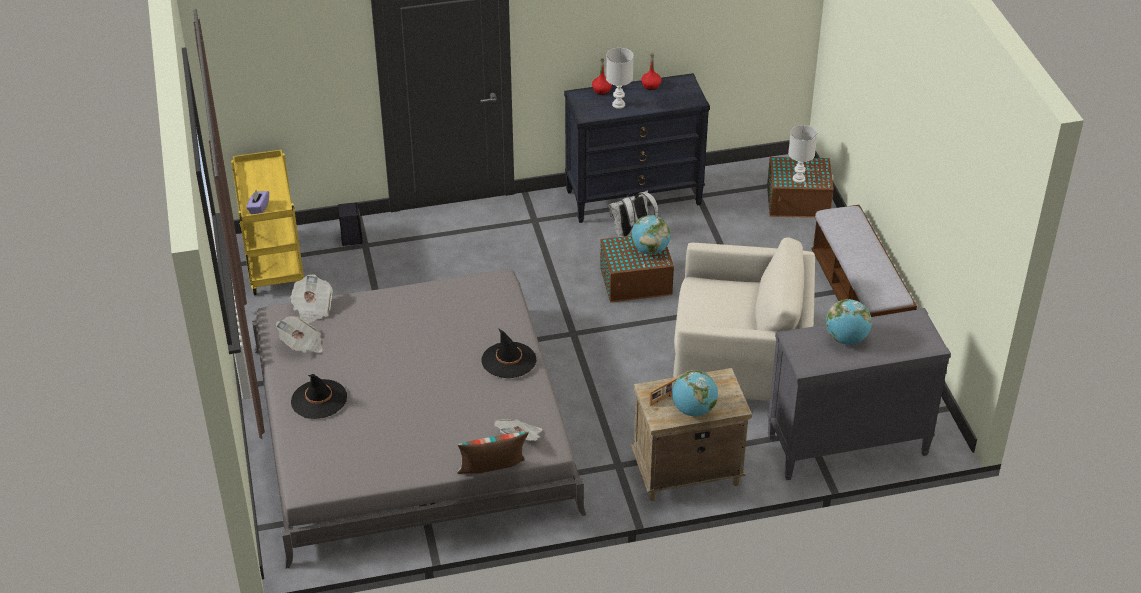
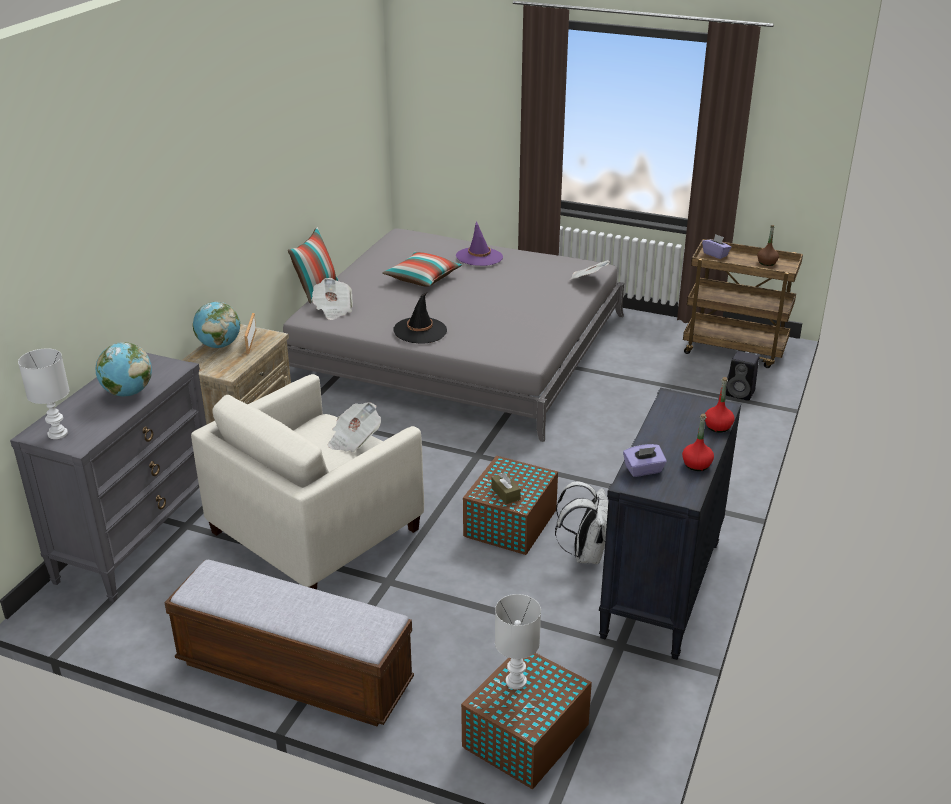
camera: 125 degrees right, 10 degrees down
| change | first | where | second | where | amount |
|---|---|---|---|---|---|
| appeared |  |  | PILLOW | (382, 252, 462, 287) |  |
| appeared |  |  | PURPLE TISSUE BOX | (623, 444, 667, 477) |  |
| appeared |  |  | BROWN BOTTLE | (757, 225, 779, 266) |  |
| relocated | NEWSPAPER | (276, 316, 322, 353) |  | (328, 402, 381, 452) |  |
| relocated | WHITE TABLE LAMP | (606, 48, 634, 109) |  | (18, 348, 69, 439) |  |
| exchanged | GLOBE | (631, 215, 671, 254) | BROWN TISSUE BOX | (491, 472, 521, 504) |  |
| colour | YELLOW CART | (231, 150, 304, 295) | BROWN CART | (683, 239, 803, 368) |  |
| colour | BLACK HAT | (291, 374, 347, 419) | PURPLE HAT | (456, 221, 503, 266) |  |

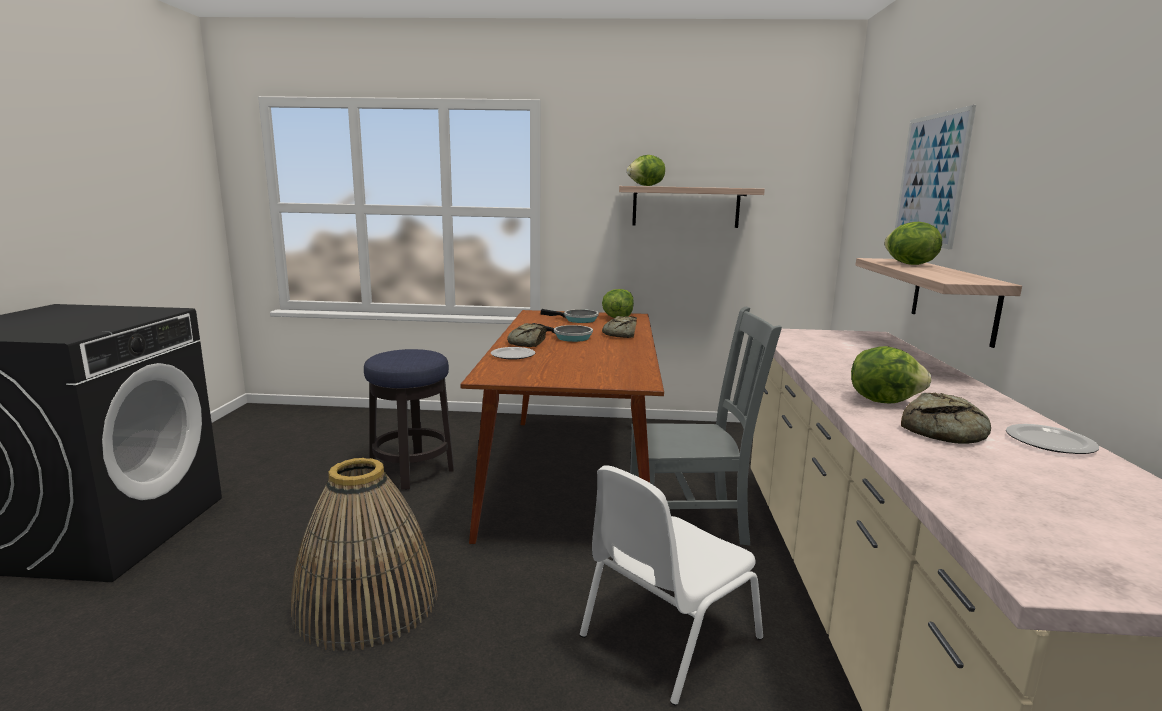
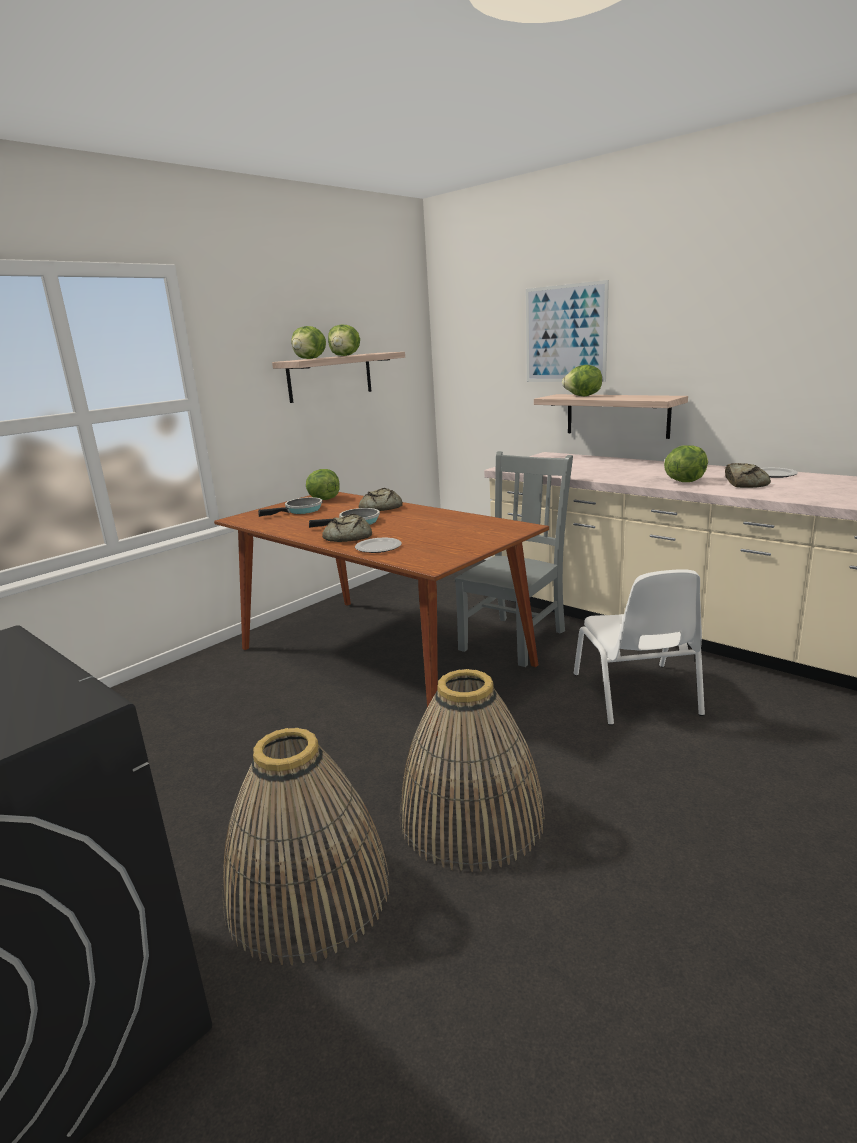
camera: 50 degrees left, 5 degrees up
| change | first | where | second | where | amount |
|---|---|---|---|---|---|
| missing | STOOL | (364, 349, 454, 490) |  |  |  |
| appeared |  |  | BASKET | (223, 728, 389, 965) |  |
| appeared |  |  | LETTUCE | (328, 324, 360, 356) |  |

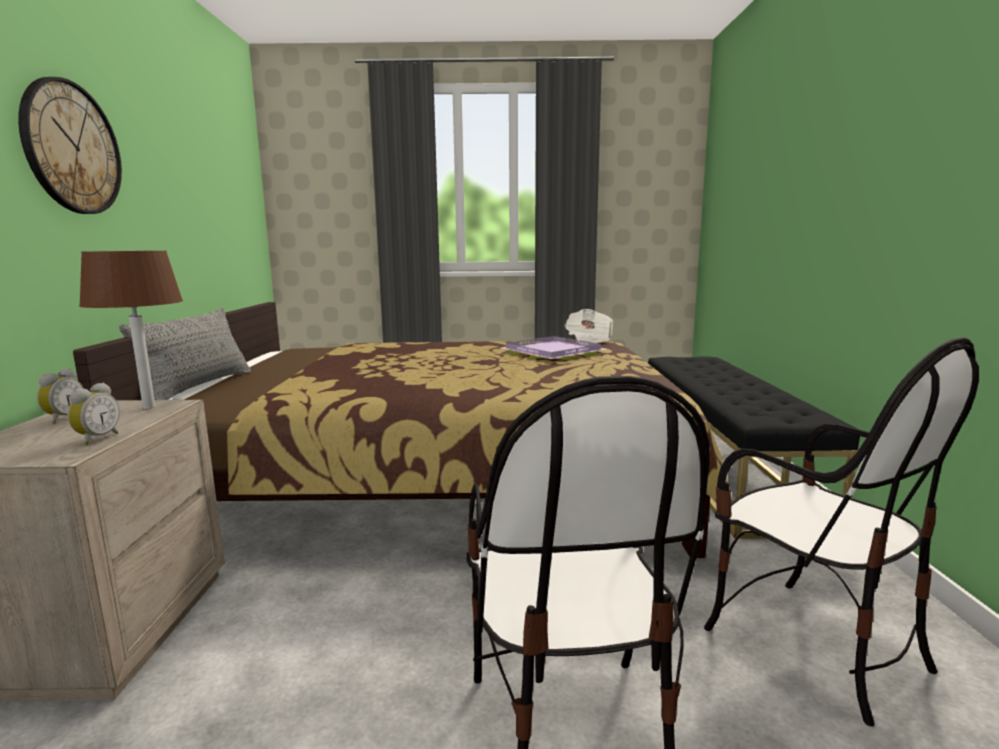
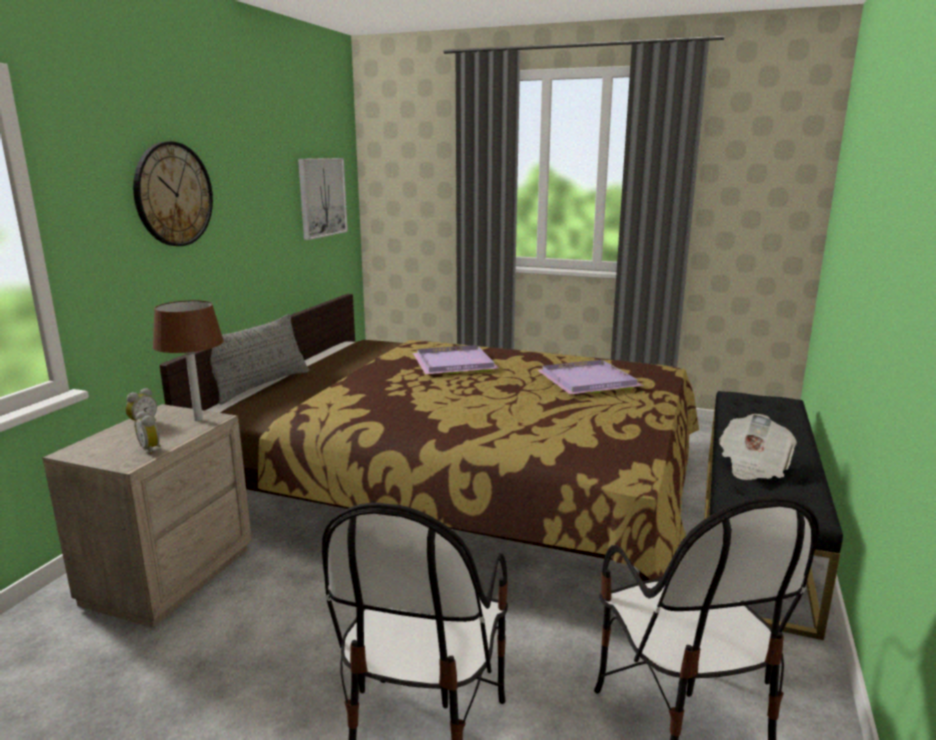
camera: 20 degrees right, 5 degrees up
| change | first | where | second | where | amount |
|---|---|---|---|---|---|
| appeared |  |  | PICTURE | (298, 158, 348, 240) |  |
| appeared |  |  | PURPLE TRAY | (413, 345, 500, 374) |  |
| relocated | NEWSPAPER | (565, 309, 613, 345) |  | (719, 414, 797, 480) |  |
| spun | ALARM CLOCK | (68, 383, 120, 445) |  | (135, 411, 161, 454) | 105 degrees clockwise |

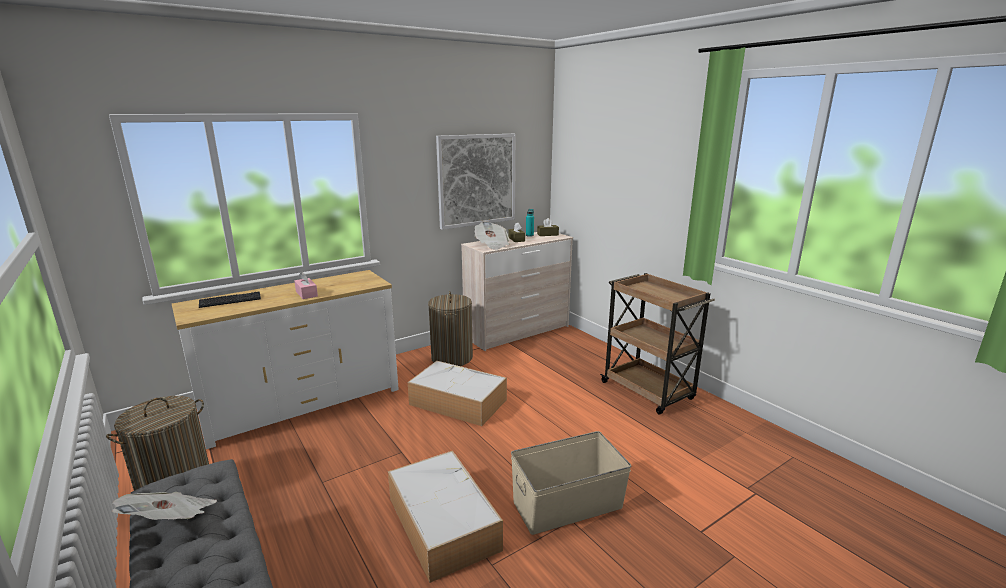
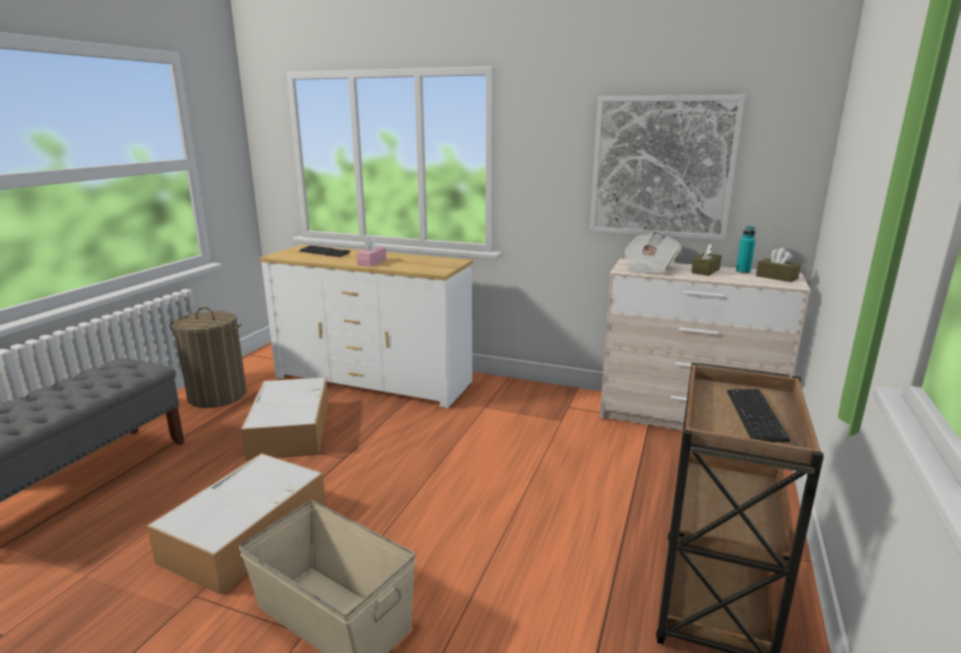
camera: 55 degrees right, 0 degrees up
| change | first | where | second | where | amount |
|---|---|---|---|---|---|
| missing | NEWSPAPER | (111, 492, 217, 520) |  |  |  |
| missing | LAUNDRY BASKET | (428, 291, 473, 366) |  |  |  |
| appeared |  |  | KEYBOARD | (727, 389, 791, 442) |  |
| relocated | STORAGE BOX | (408, 361, 507, 426) |  | (241, 377, 329, 460) |  |

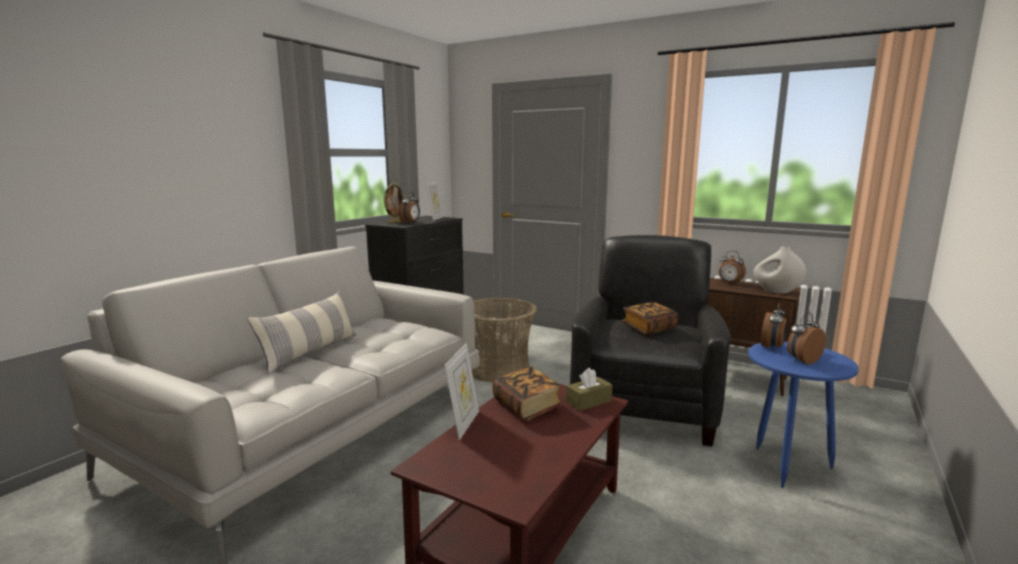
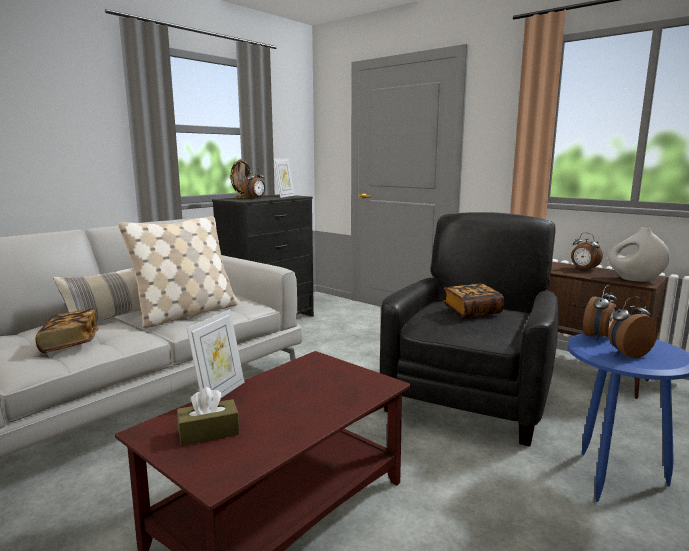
camera: 10 degrees right, 0 degrees up
| change | first | where | second | where | amount |
|---|---|---|---|---|---|
| missing | BASKET | (472, 298, 537, 383) |  |  |  |
| appeared |  |  | BEIGE PILLOW | (118, 216, 238, 328) |  |
| relocated | BOOK | (493, 367, 563, 421) |  | (35, 309, 98, 353) |  |
| relocated | BROWN TISSUE BOX | (566, 368, 613, 411) |  | (177, 387, 240, 446) |  |

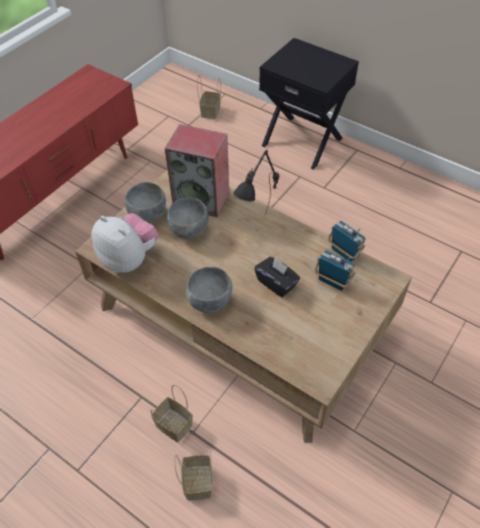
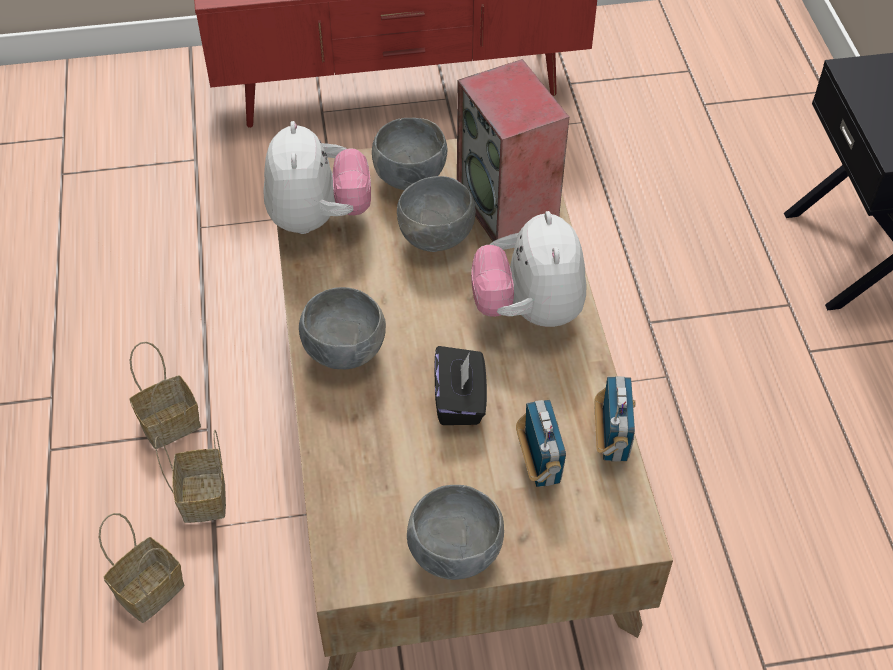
camera: 45 degrees right, 0 degrees up
| change | first | where | second | where | amount |
|---|---|---|---|---|---|
| appeared |  |  | GREY BOWL | (407, 485, 504, 580) |  |
| relocated | BASKET | (197, 75, 221, 119) |  | (129, 342, 201, 449) |  |
| exchanged | BLACK TABLE LAMP | (233, 150, 279, 215) | PLUSH TOY | (471, 211, 586, 327) |  |

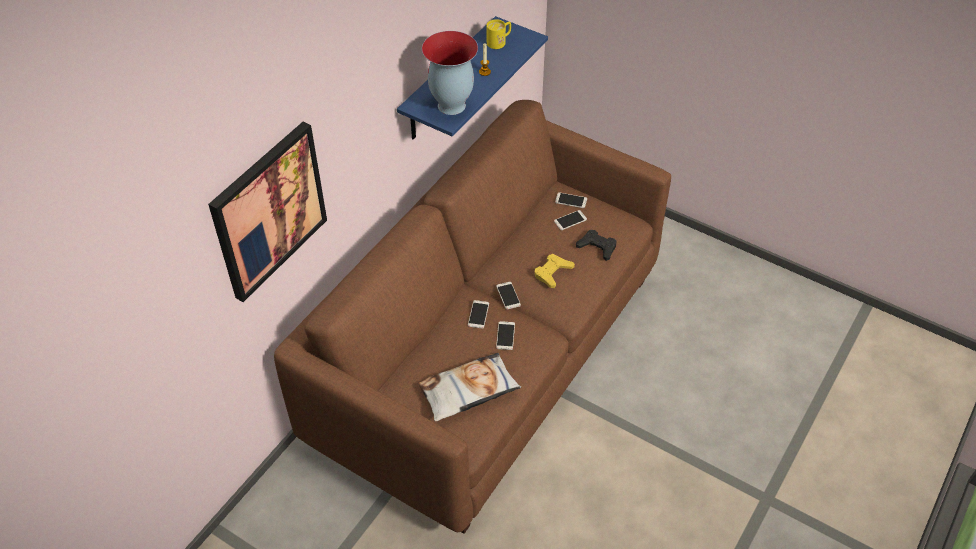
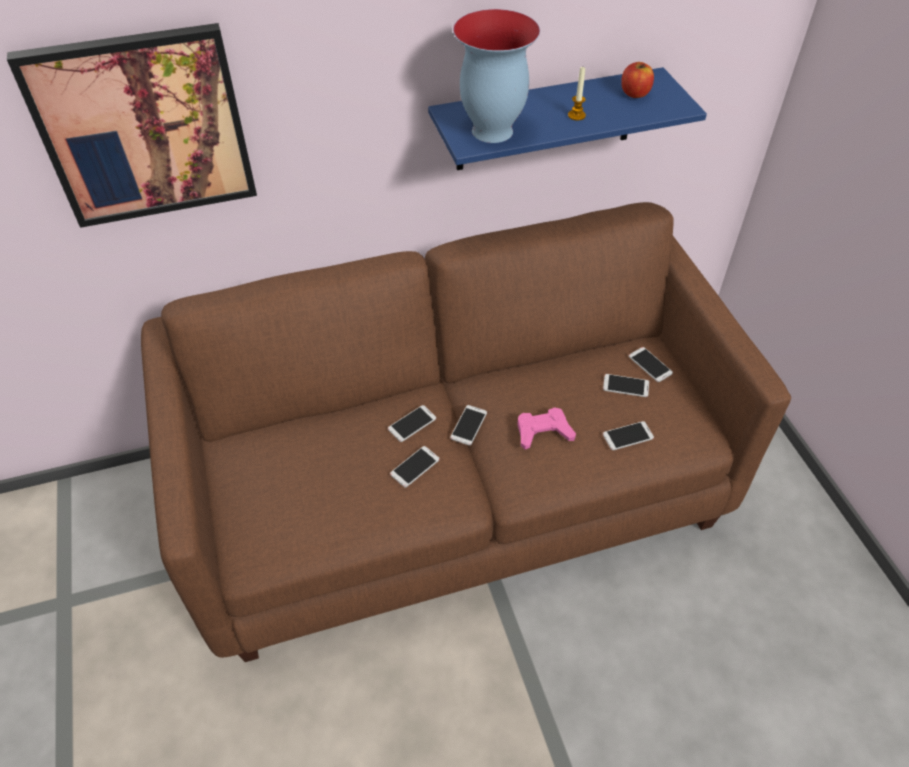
camera: 40 degrees right, 0 degrees up
| change | first | where | second | where | amount |
|---|---|---|---|---|---|
| missing | PILLOW | (418, 353, 521, 421) |  |  |  |
| exchanged | YELLOW MUG | (487, 19, 511, 49) | APPLE | (621, 62, 654, 98) |  |
| exchanged | BLACK GAME CONTROLLER | (576, 230, 616, 261) | PHONE | (603, 421, 654, 450) |  |
| colour | YELLOW GAME CONTROLLER | (534, 254, 575, 288) | PINK GAME CONTROLLER | (517, 408, 576, 449) |  |

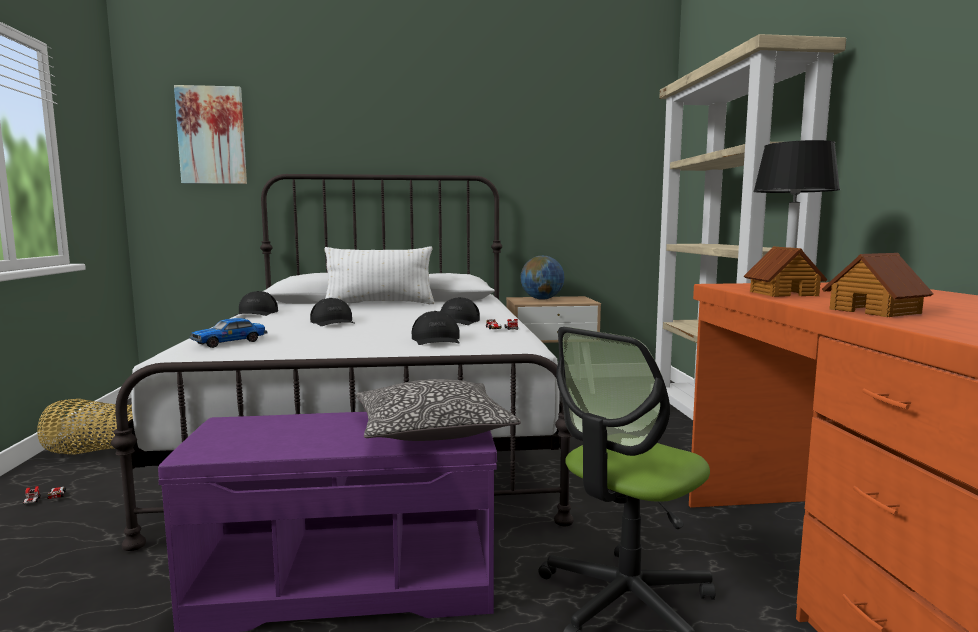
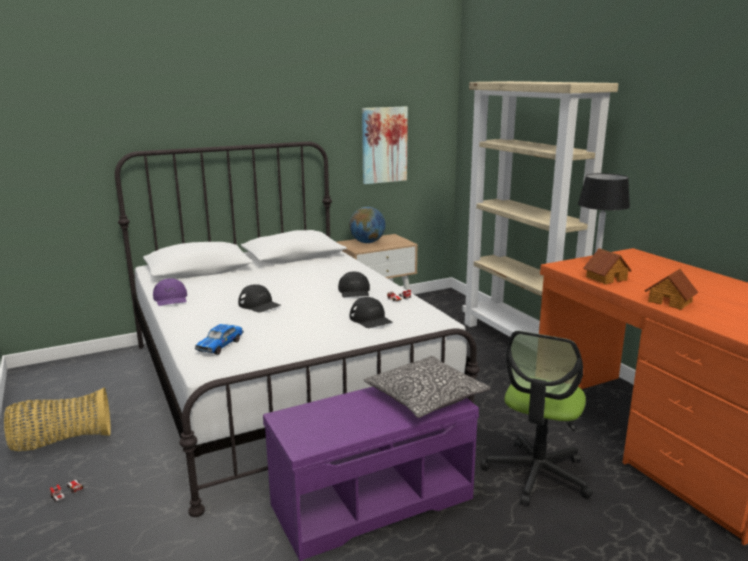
camera: 20 degrees left, 10 degrees up
| change | first | where | second | where | amount |
|---|---|---|---|---|---|
| missing | WHITE PILLOW | (324, 247, 435, 304) |  |  |  |
| relocated | PICTURE | (174, 85, 247, 184) |  | (362, 106, 408, 184) |  |
| colour | BLACK CAP | (234, 291, 278, 316) | PURPLE CAP | (153, 278, 187, 306) |  |

